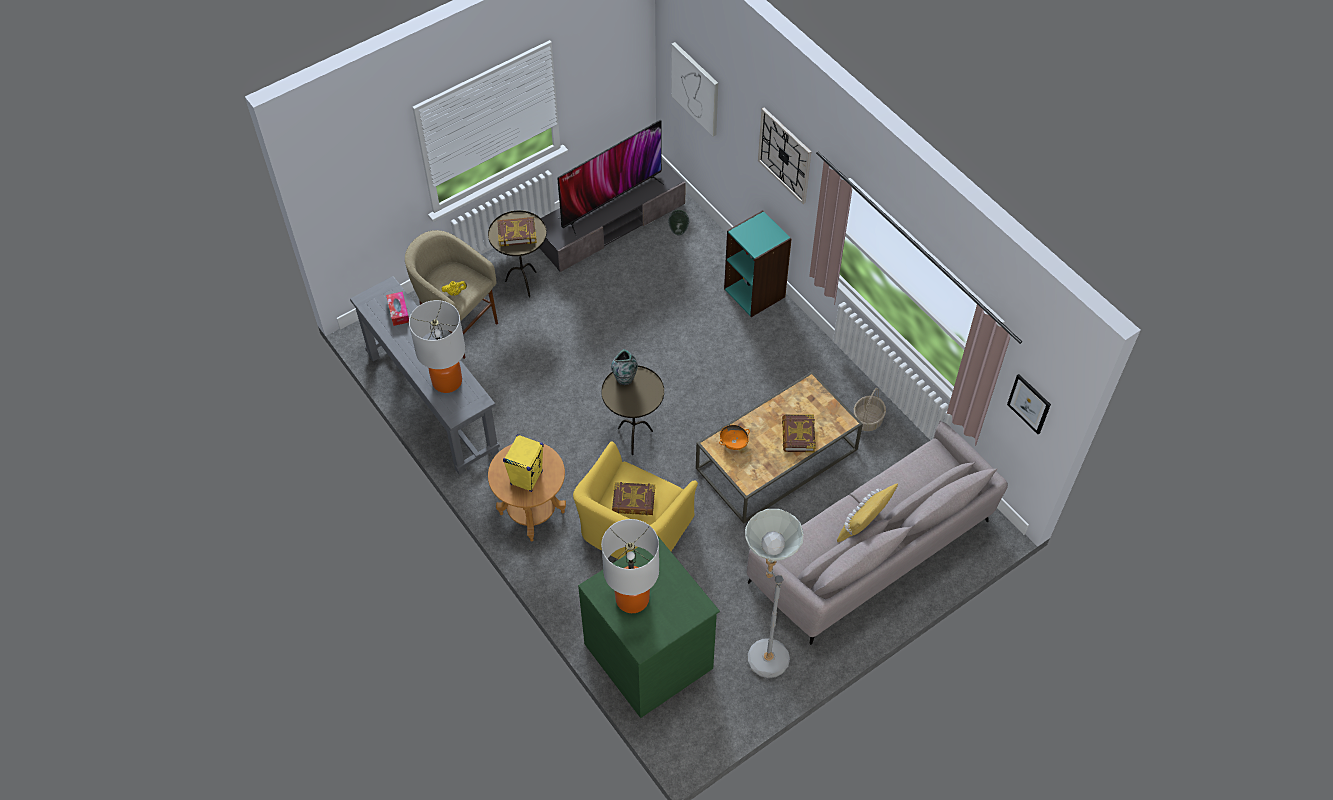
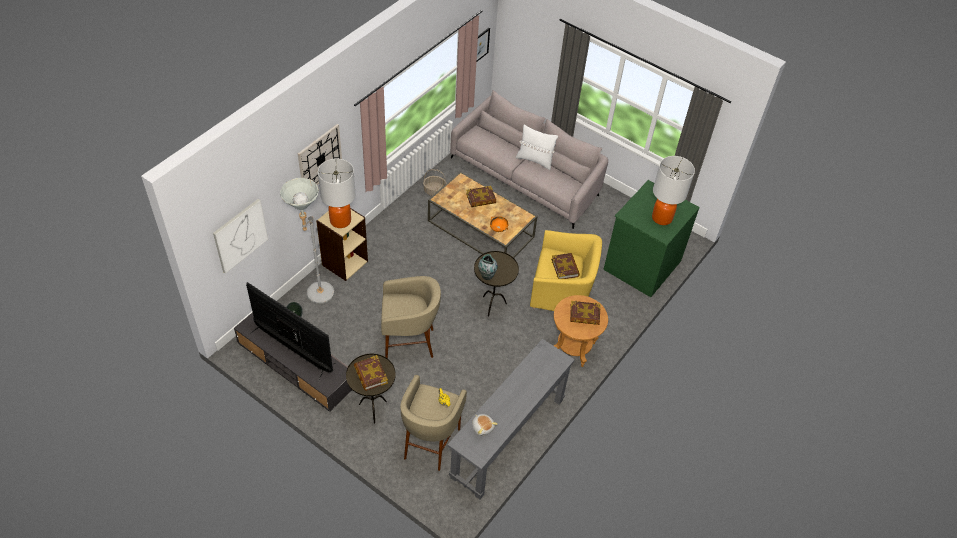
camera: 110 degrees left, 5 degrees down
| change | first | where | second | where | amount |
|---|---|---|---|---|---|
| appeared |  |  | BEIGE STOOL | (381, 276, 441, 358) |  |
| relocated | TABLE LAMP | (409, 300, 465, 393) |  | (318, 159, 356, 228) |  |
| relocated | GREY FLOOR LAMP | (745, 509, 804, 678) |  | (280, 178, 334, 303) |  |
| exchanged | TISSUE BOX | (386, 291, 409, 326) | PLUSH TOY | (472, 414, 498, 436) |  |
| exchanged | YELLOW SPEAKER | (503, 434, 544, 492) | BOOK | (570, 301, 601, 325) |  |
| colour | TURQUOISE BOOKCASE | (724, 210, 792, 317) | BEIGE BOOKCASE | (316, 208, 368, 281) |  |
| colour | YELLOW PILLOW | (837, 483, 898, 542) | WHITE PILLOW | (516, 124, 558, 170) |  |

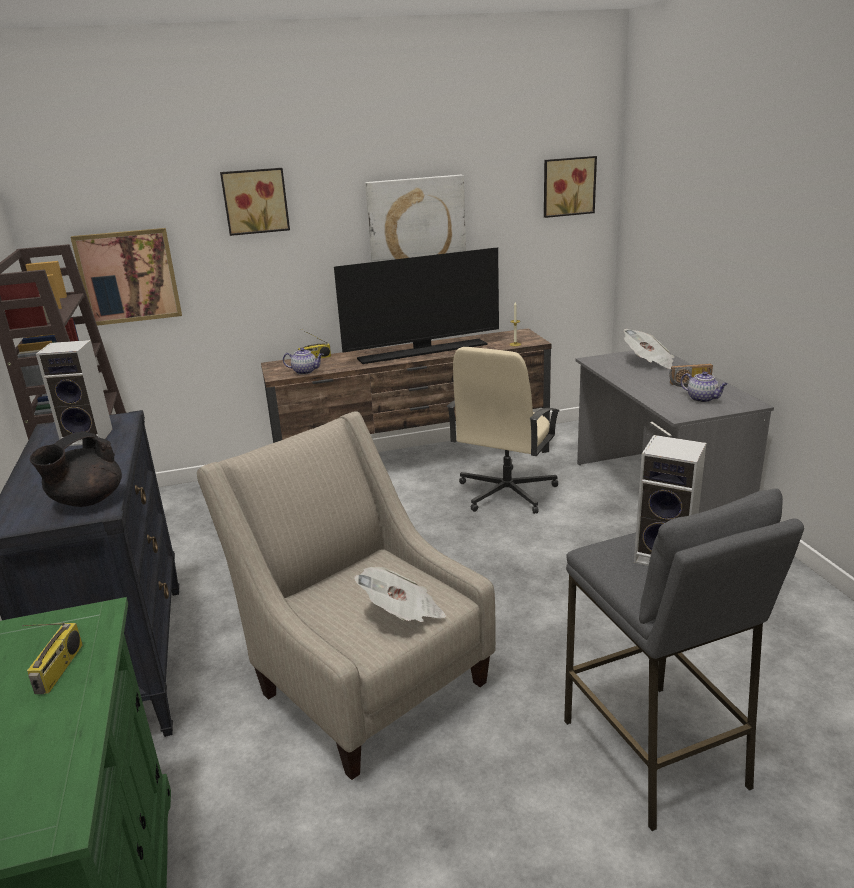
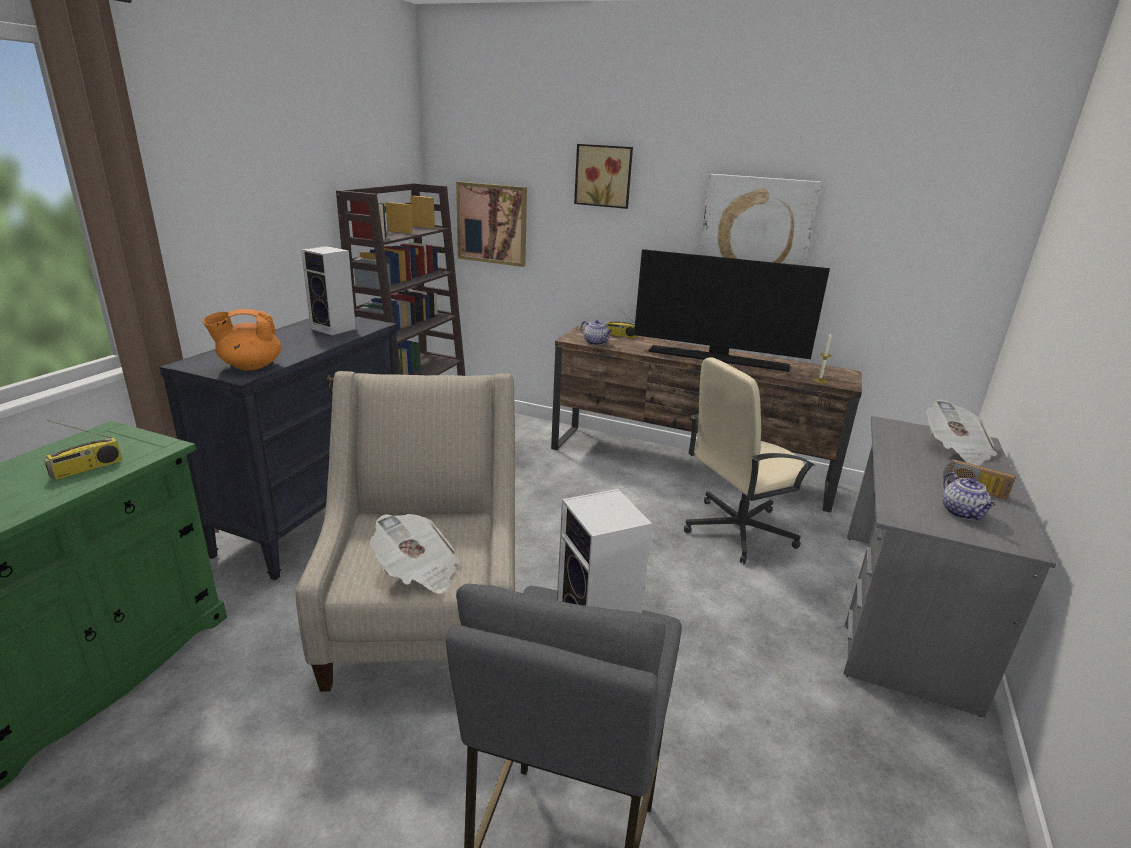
camera: 35 degrees right, 0 degrees up
| change | first | where | second | where | amount |
|---|---|---|---|---|---|
| missing | PICTURE | (544, 156, 597, 218) |  |  |  |
| colour | BLACK TEAPOT | (30, 431, 122, 507) | ORANGE TEAPOT | (203, 309, 281, 370) |  |

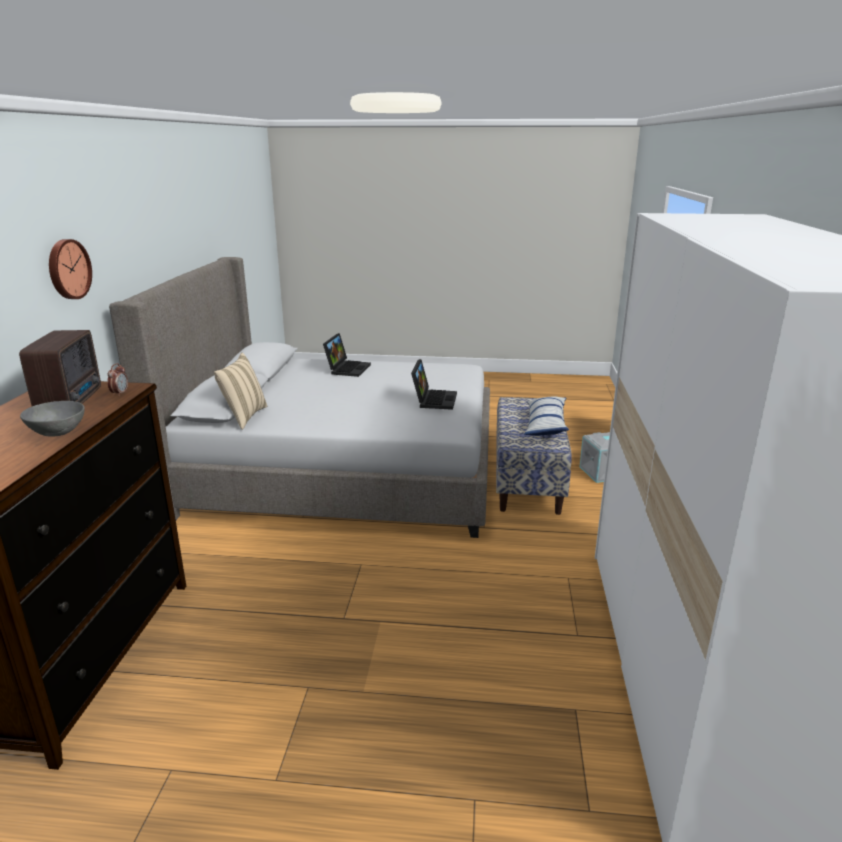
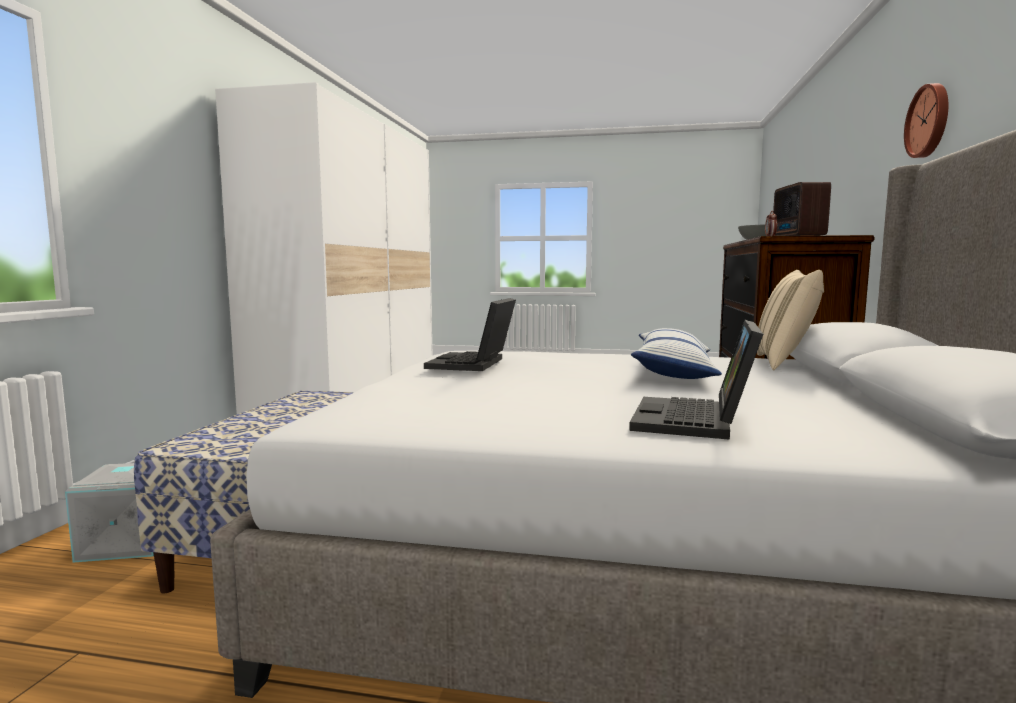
camera: 175 degrees left, 15 degrees down
| change | first | where | second | where | amount |
|---|---|---|---|---|---|
| relocated | PILLOW | (524, 396, 569, 436) |  | (631, 328, 722, 379) |  |

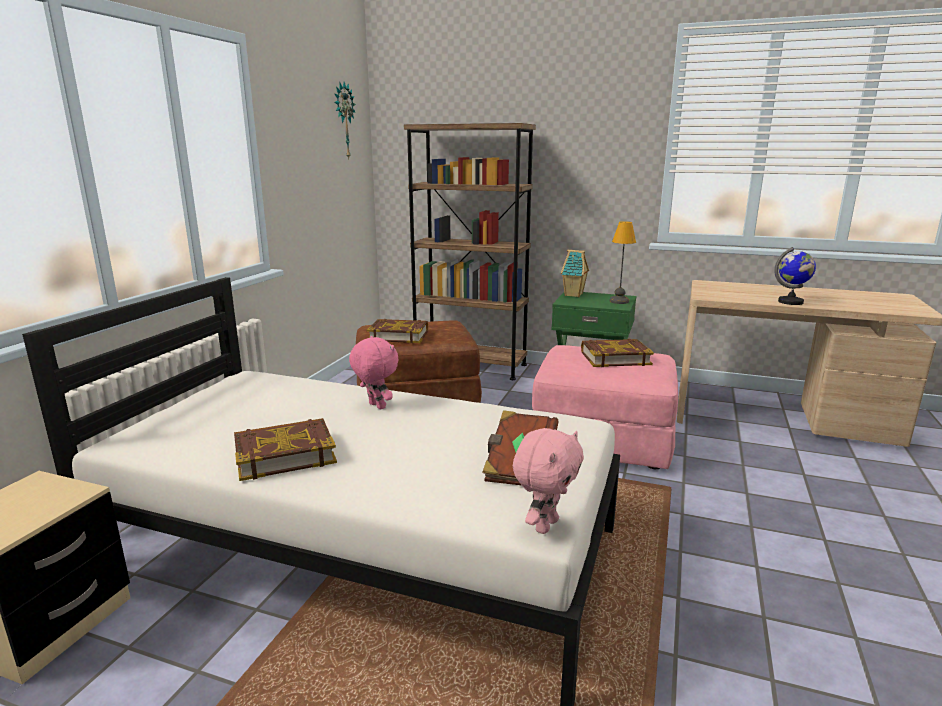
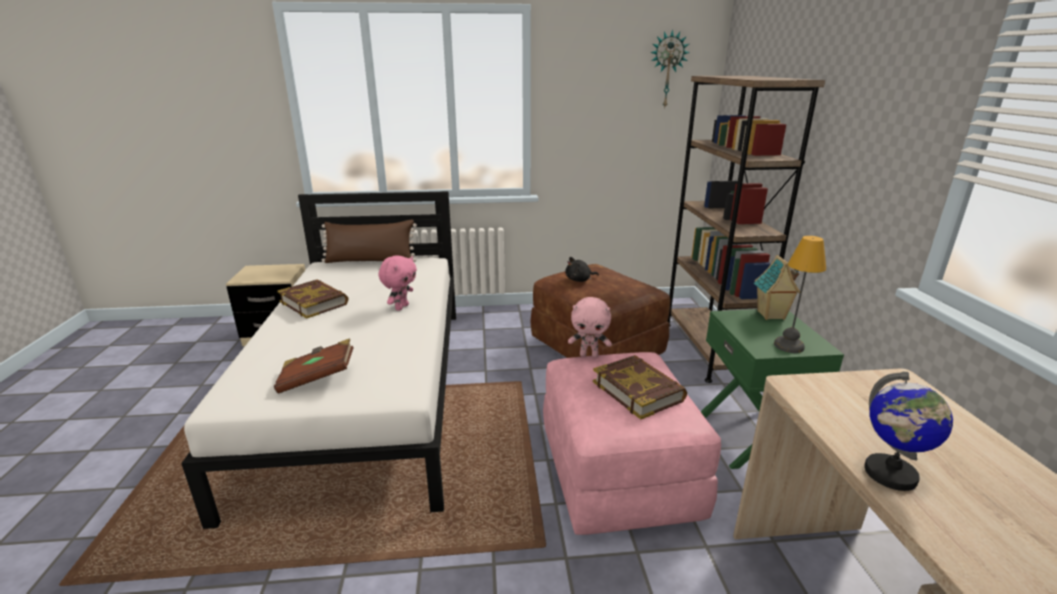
camera: 65 degrees right, 5 degrees up
| change | first | where | second | where | amount |
|---|---|---|---|---|---|
| appeared |  |  | BROWN PILLOW | (322, 220, 417, 263) |  |
| relocated | PINK PLUSH TOY | (513, 428, 584, 534) |  | (568, 297, 612, 357) |  |
| exchanged | BOOK | (367, 319, 428, 343) | BLACK PLUSH TOY | (565, 257, 599, 282) |  |

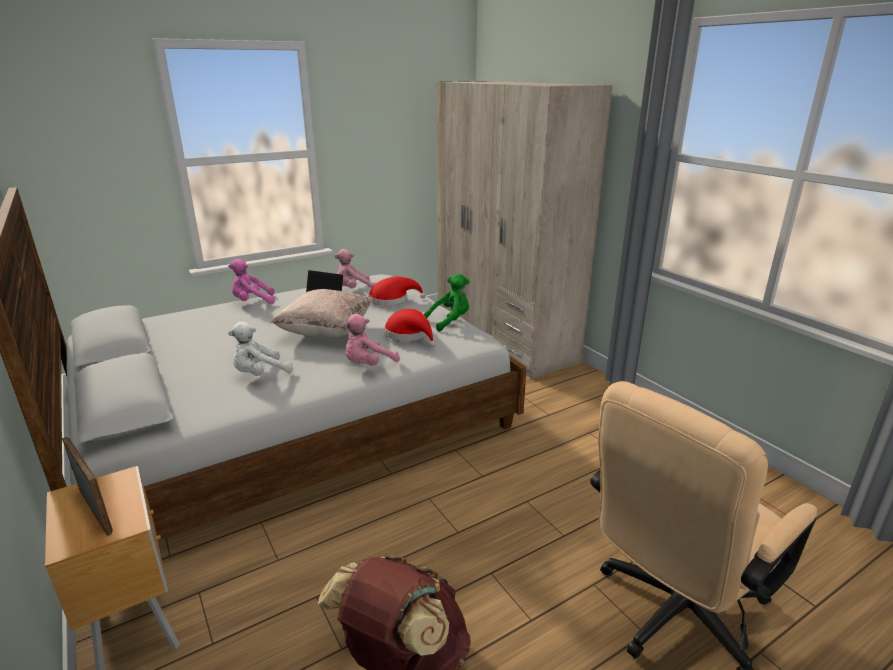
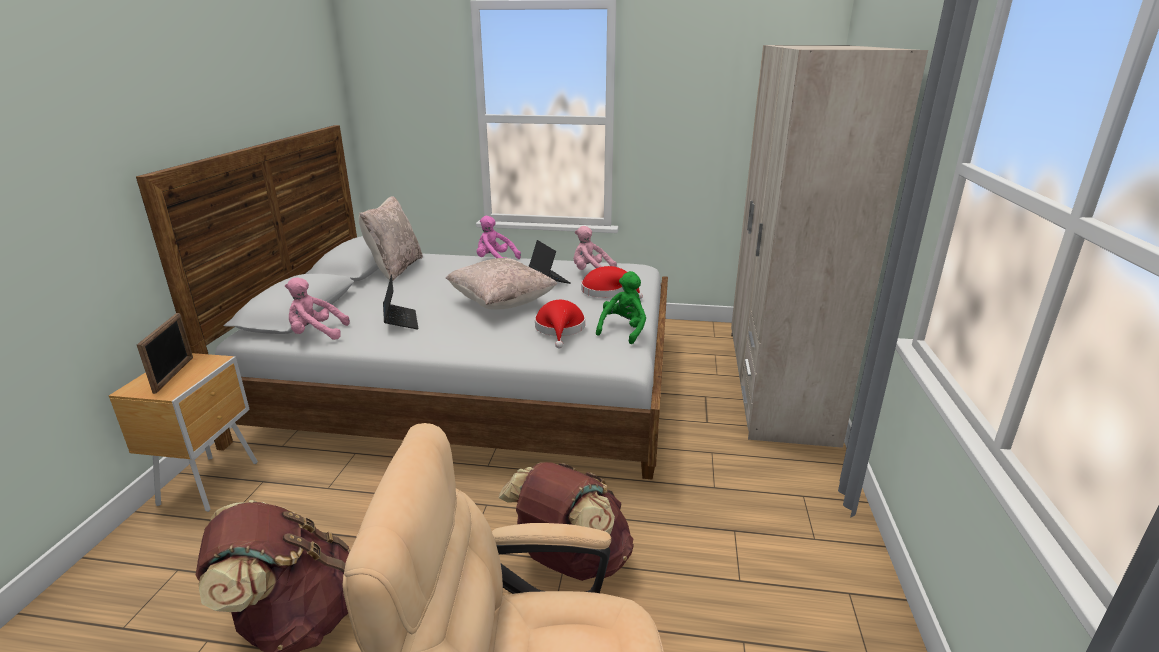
camera: 40 degrees right, 0 degrees up
| change | first | where | second | where | amount |
|---|---|---|---|---|---|
| appeared |  |  | BEIGE PILLOW | (359, 196, 423, 281) |  |
| appeared |  |  | BROWN BACKPACK | (499, 462, 634, 581) |  |
| relocated | PINK PLUSH TOY | (343, 314, 400, 366) |  | (285, 278, 350, 340) |  |
| exchanged | WHITE PLUSH TOY | (228, 322, 293, 376) | LAPTOP | (383, 274, 419, 329) |  |
| spun | GREEN PLUSH TOY | (424, 273, 470, 332) |  | (596, 271, 646, 344) | 75 degrees counterclockwise |

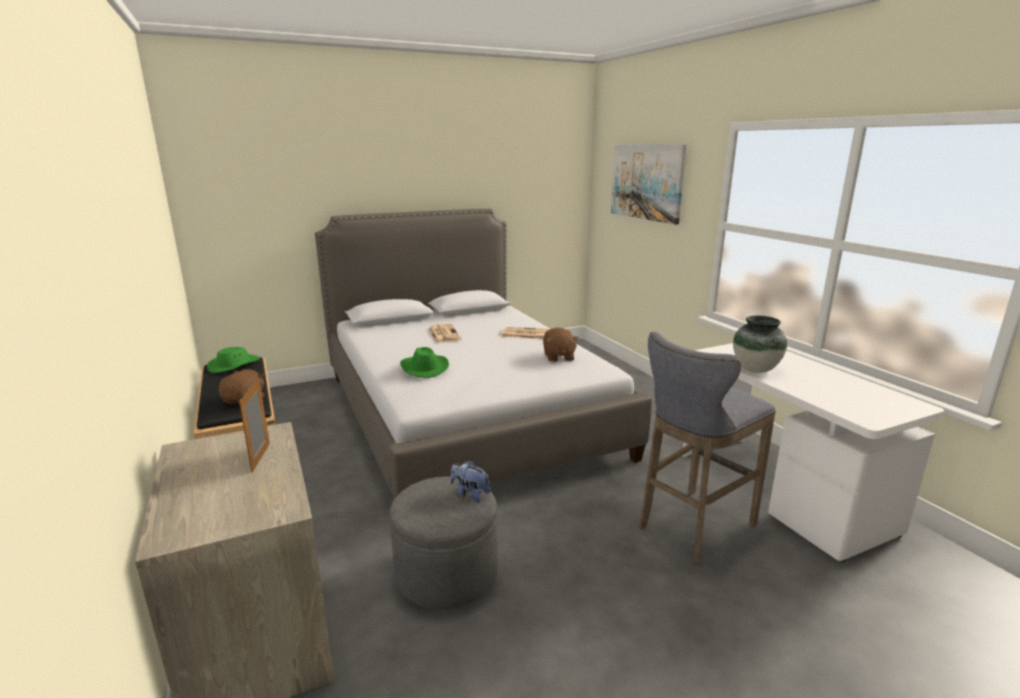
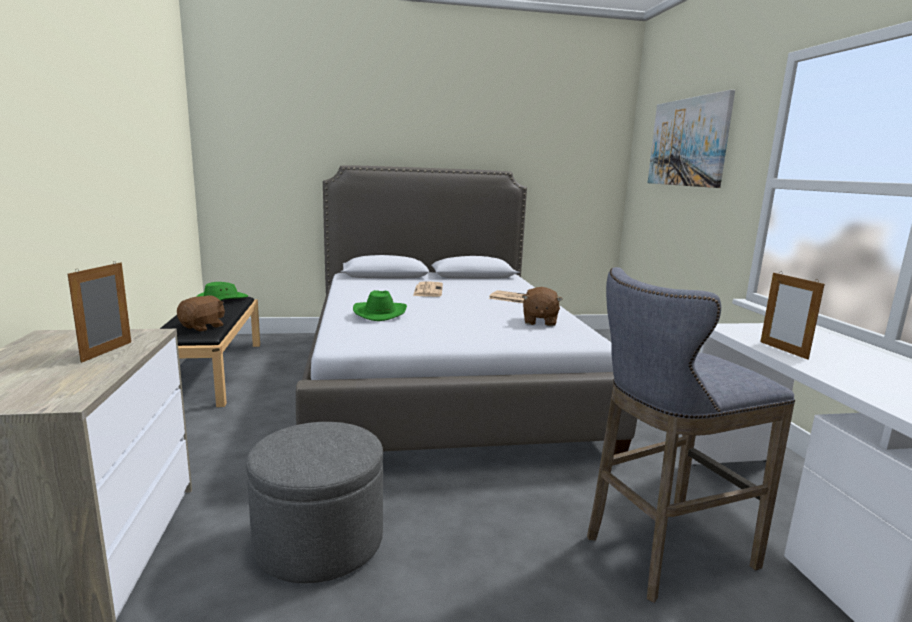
camera: 15 degrees right, 5 degrees down
| change | first | where | second | where | amount |
|---|---|---|---|---|---|
| missing | PLUSH TOY | (450, 460, 490, 503) |  |  |  |
| exchanged | VASE | (733, 316, 787, 373) | PICTURE FRAME | (760, 273, 825, 360) |  |

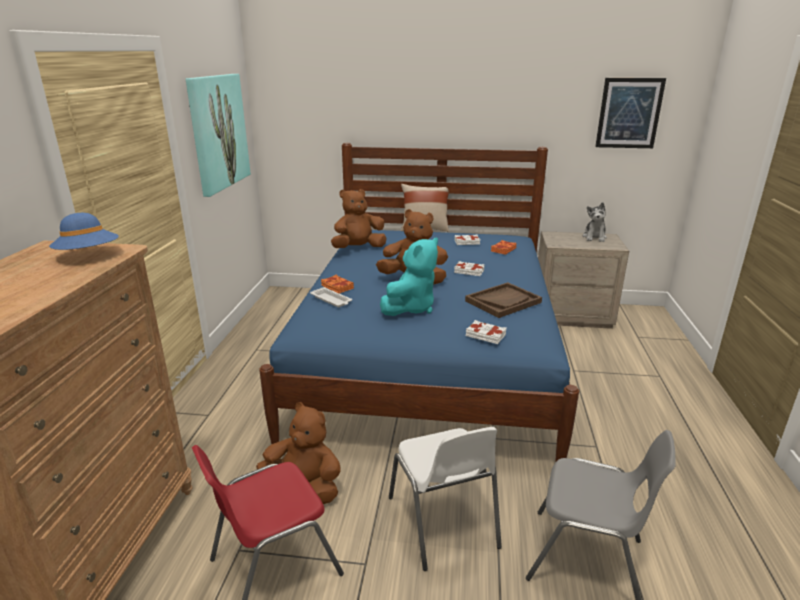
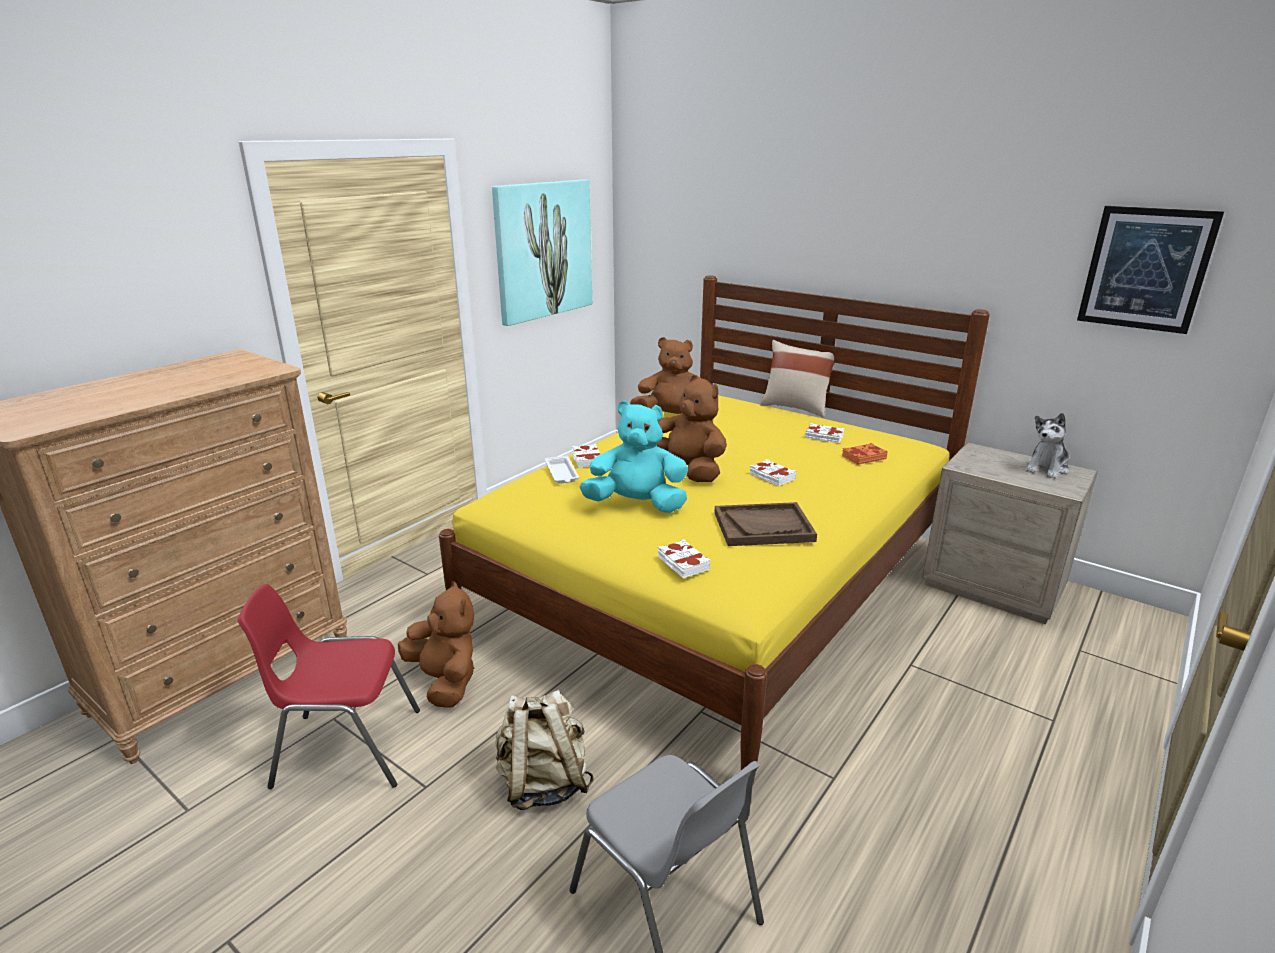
camera: 30 degrees right, 0 degrees up
| change | first | where | second | where | amount |
|---|---|---|---|---|---|
| missing | BLUE HAT | (49, 213, 119, 250) |  |  |  |
| exchanged | WHITE CHAIR | (389, 427, 502, 571) | BEIGE BACKPACK | (495, 690, 594, 810) |  |
| colour | BLUE BED | (259, 143, 579, 463) | YELLOW BED | (439, 275, 990, 783) |  |
| colour | ORANGE BOOK | (321, 275, 354, 294) | WHITE BOOK | (572, 444, 601, 468) |  |
| spun | TURQUOISE PLUSH TOY | (380, 237, 438, 316) |  | (580, 401, 688, 513) | 150 degrees counterclockwise |

